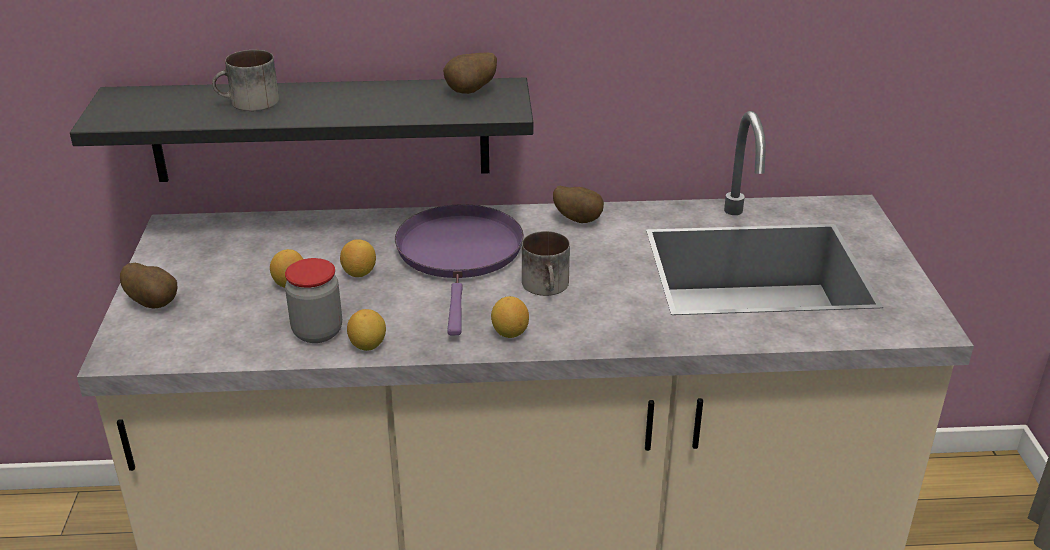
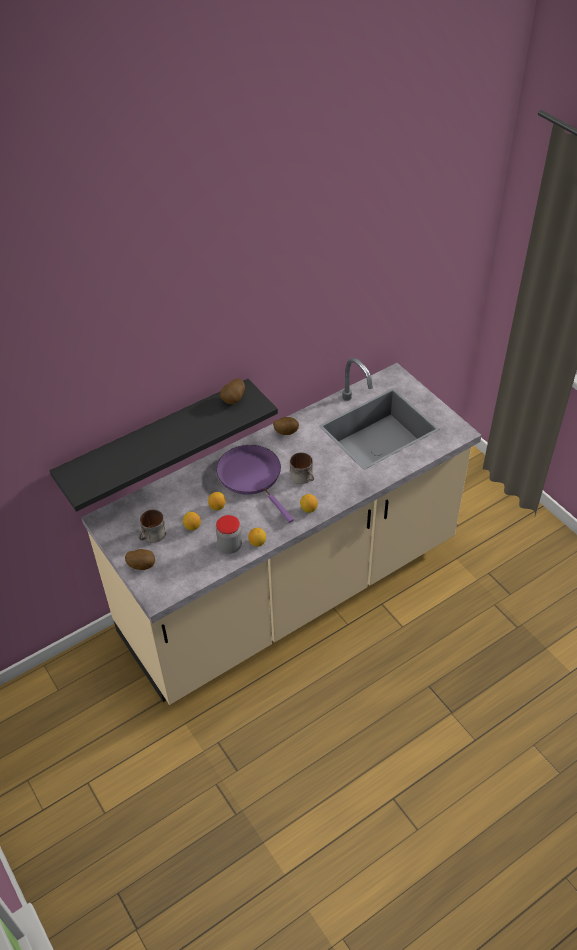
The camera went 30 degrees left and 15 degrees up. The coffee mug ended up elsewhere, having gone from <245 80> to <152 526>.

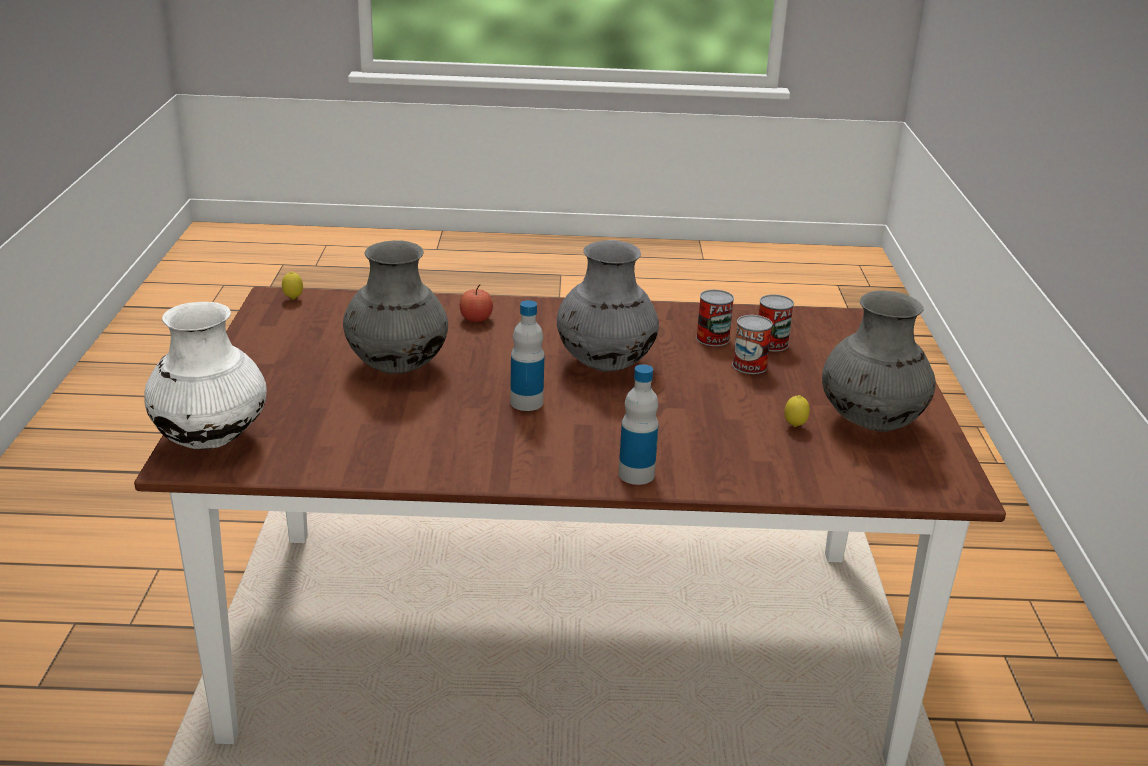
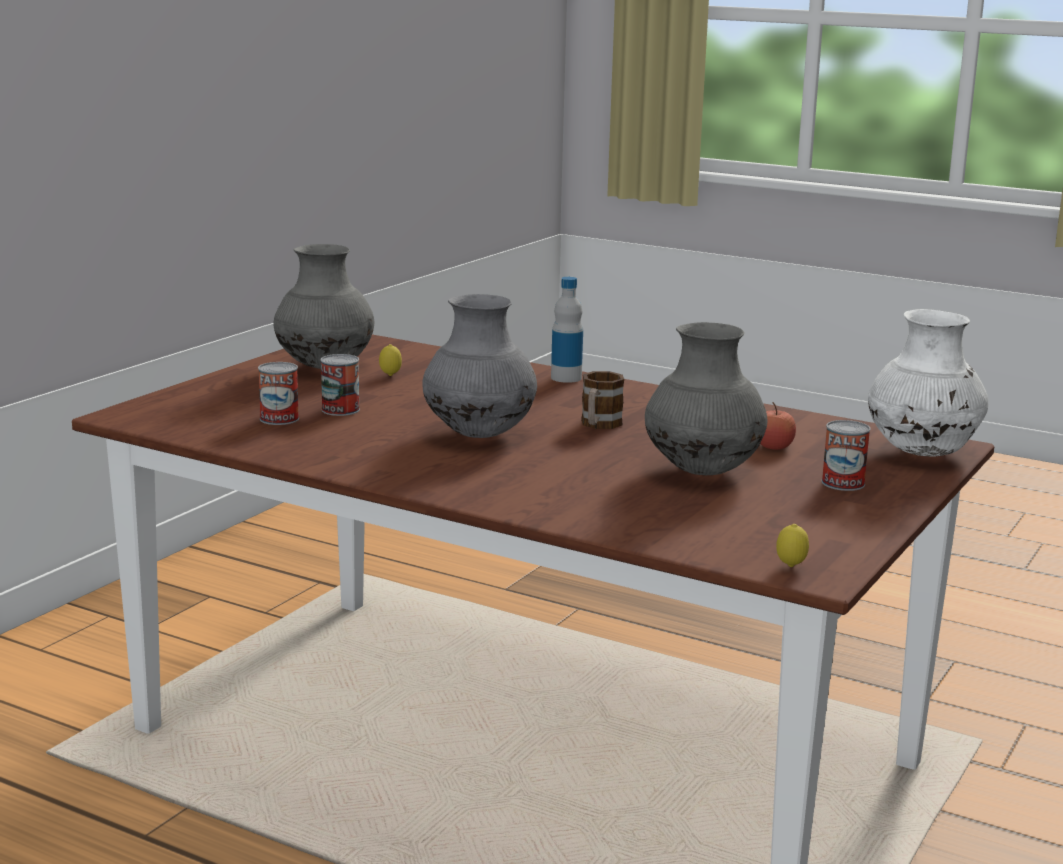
The camera went 150 degrees left and 10 degrees down. Where the bottle stood at <527 355>, the coffee mug came to stand at <602 400>. The apple ended up elsewhere, having gone from <476 303> to <778 426>. The can ended up elsewhere, having gone from <715 318> to <845 455>.

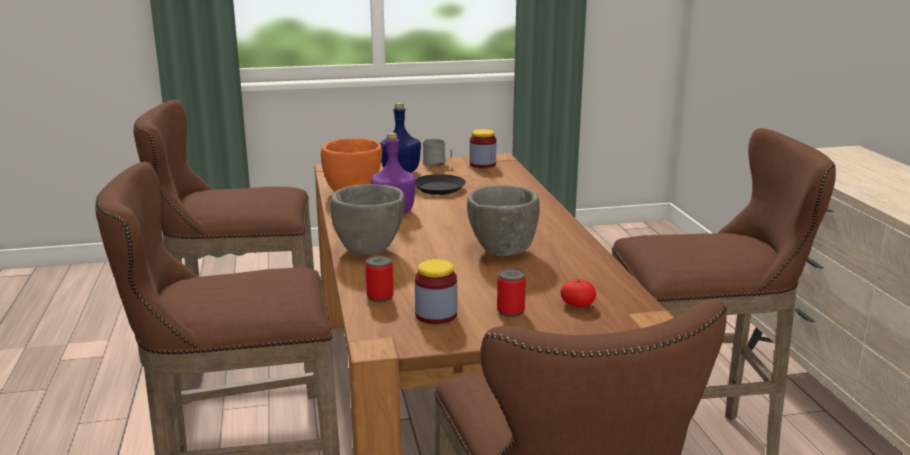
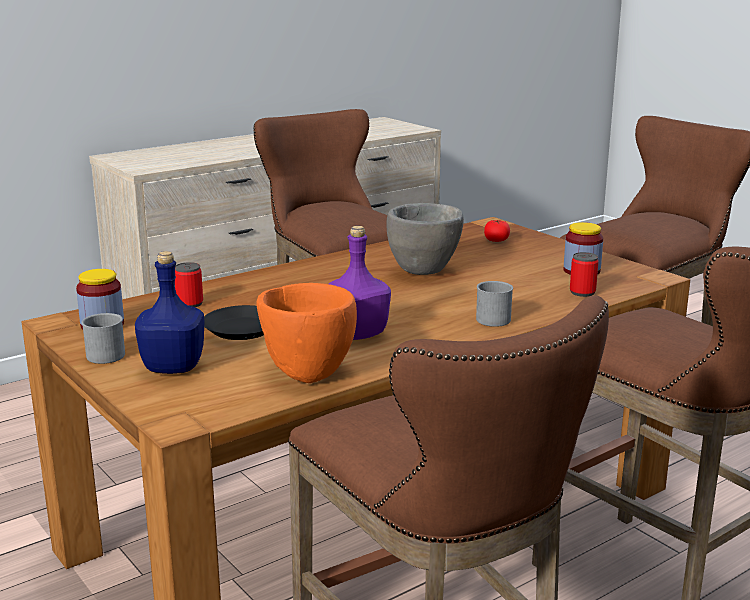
The camera went 115 degrees left and 0 degrees up. The can ended up elsewhere, having gone from <511 292> to <189 284>. Where the greyish serving bowl stood at <367 219>, the greyish coffee mug came to stand at <494 304>.

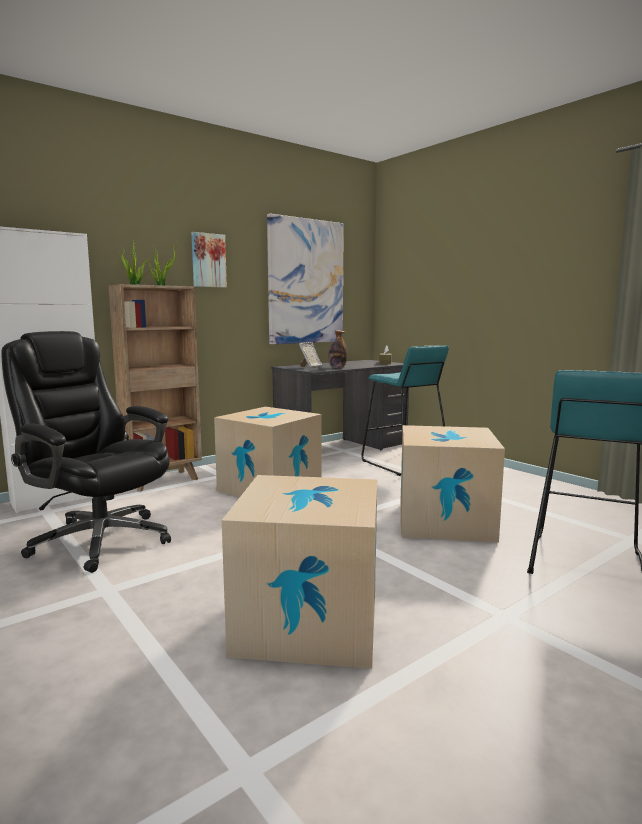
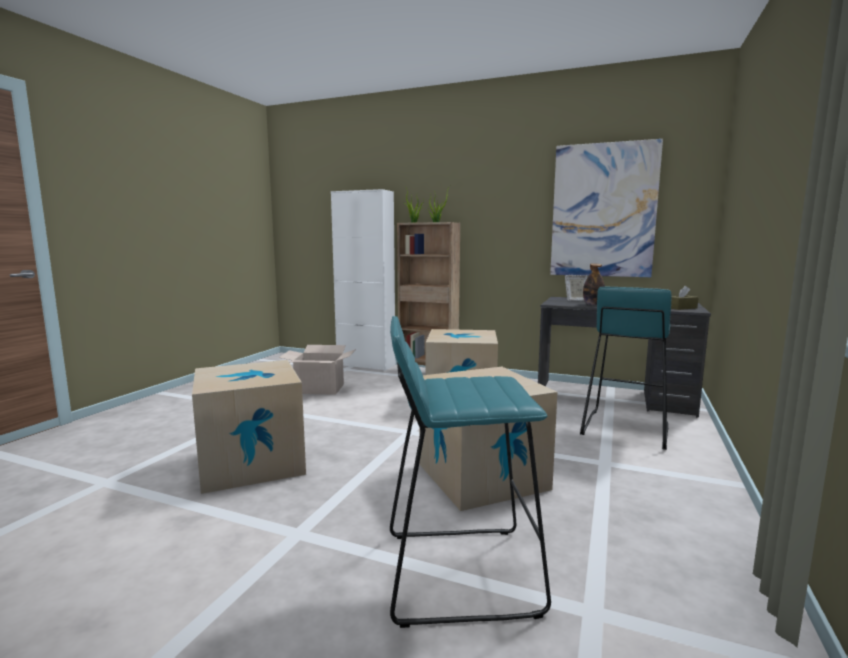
The camera went 60 degrees right and 0 degrees up. Where the black office chair stood at <86 452>, the carton came to stand at <317 370>. The second view lost the wall art at <209 260>.

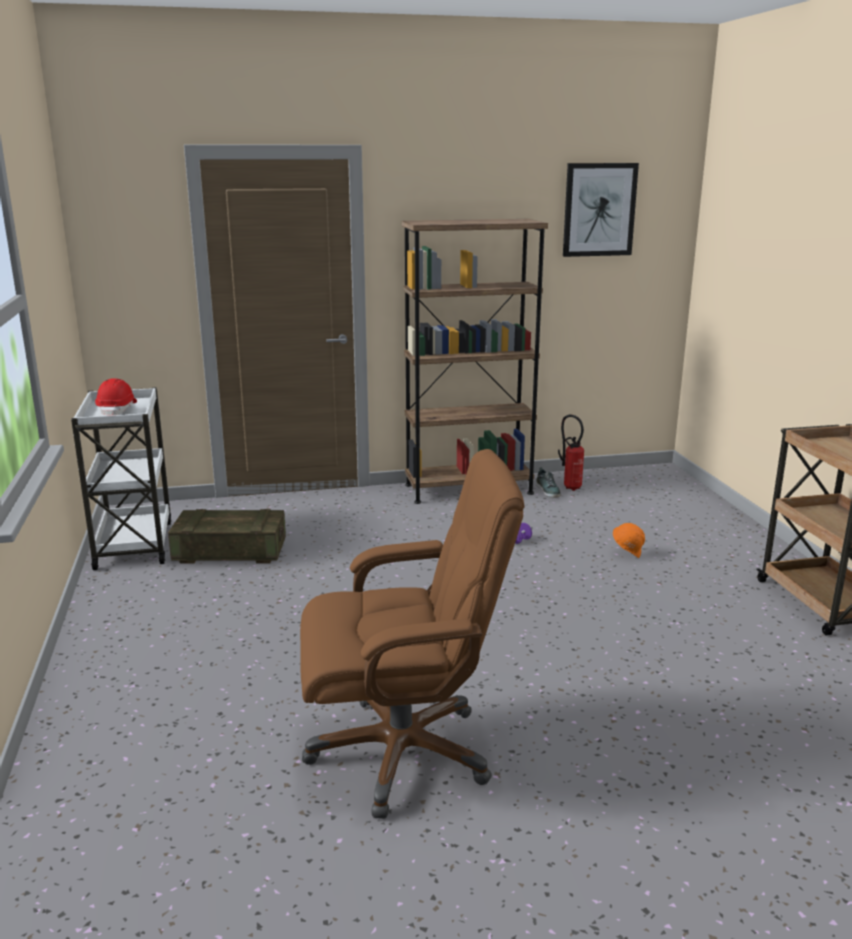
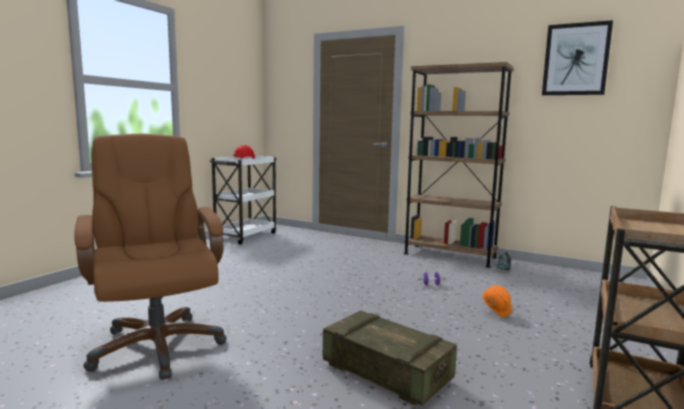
The camera went 40 degrees right and 10 degrees down. The brown-coloured office chair at <412 634> ended up facing another way, 150 degrees counterclockwise from before. The shipping crate ended up elsewhere, having gone from <227 536> to <390 358>. The second view lost the fire-fighting cylinder at <571 453>.

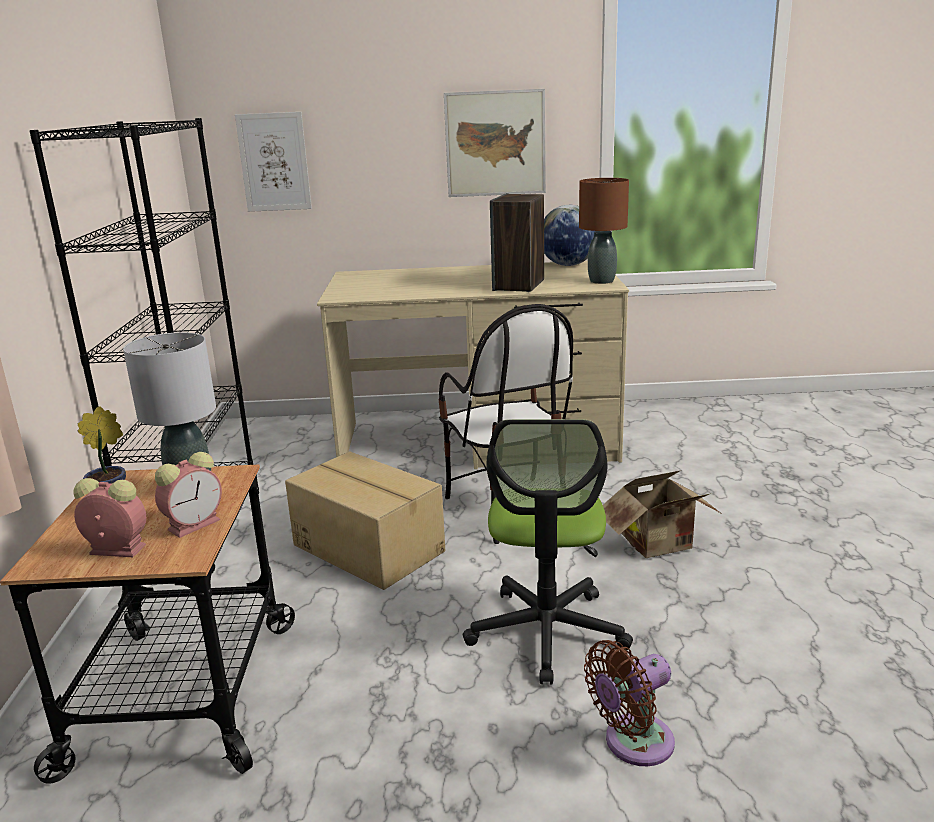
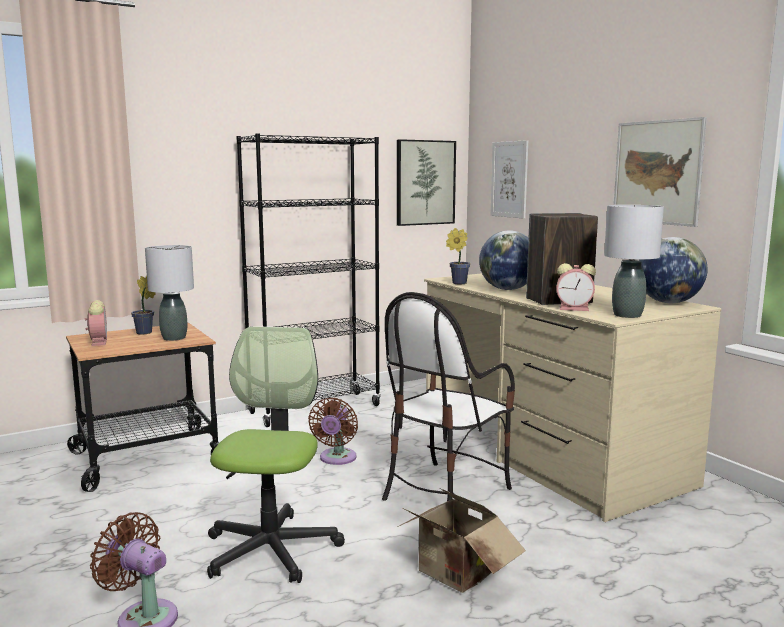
The camera went 60 degrees right and 10 degrees down. The office chair at <548 552> ended up facing another way, 120 degrees clockwise from before. Where the carton stood at <365 521>, the brown-coloured electric fan came to stand at <333 431>. The second view gained the wall art at <426 182>. The second view gained the plant in a pot at <458 256>. The second view gained the world globe at <504 260>. The table clock ended up elsewhere, having gone from <188 495> to <576 287>. What was the brown-coloured lamp for a table at <604 231> turned into the greyish lamp for a table at <634 261>.

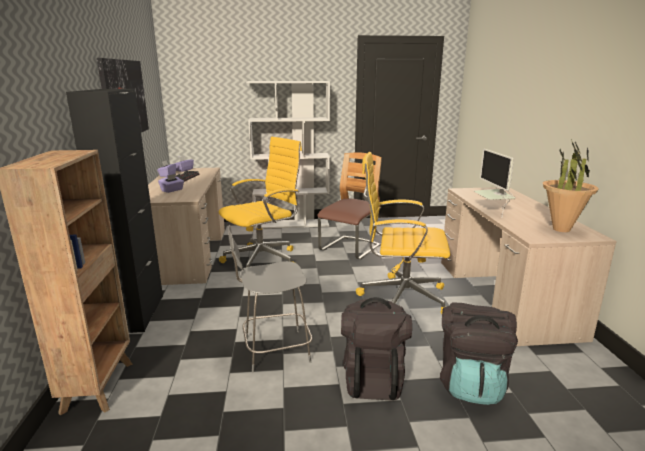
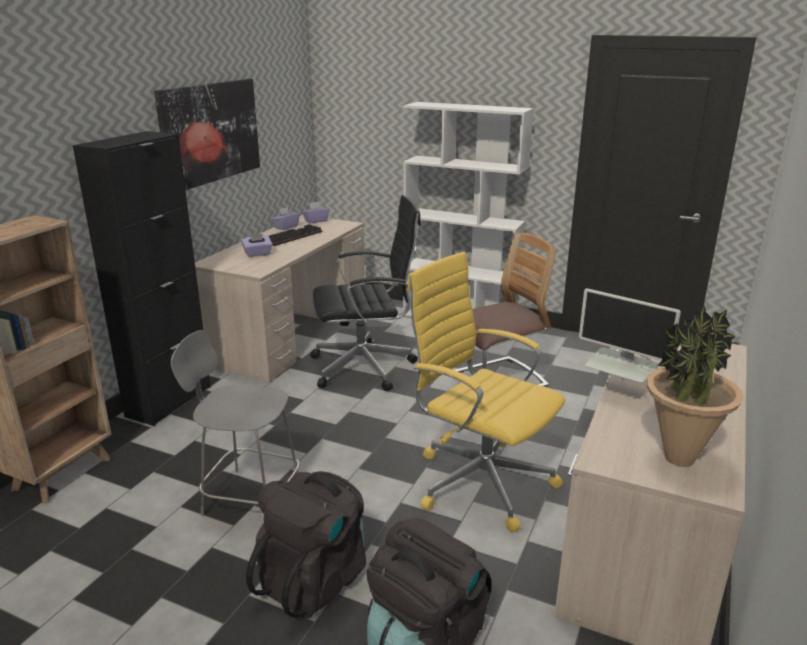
The camera went 30 degrees right and 5 degrees up. What was the yellow-coloured office chair at <260 202> turned into the black office chair at <365 293>. The monitor at <495 182> ended up facing another way, 75 degrees counterclockwise from before.

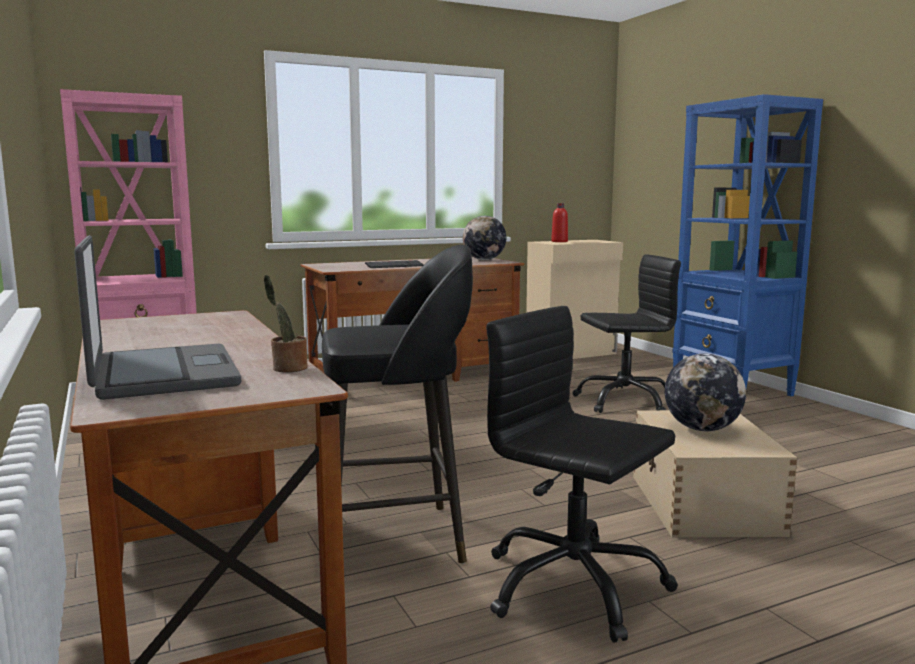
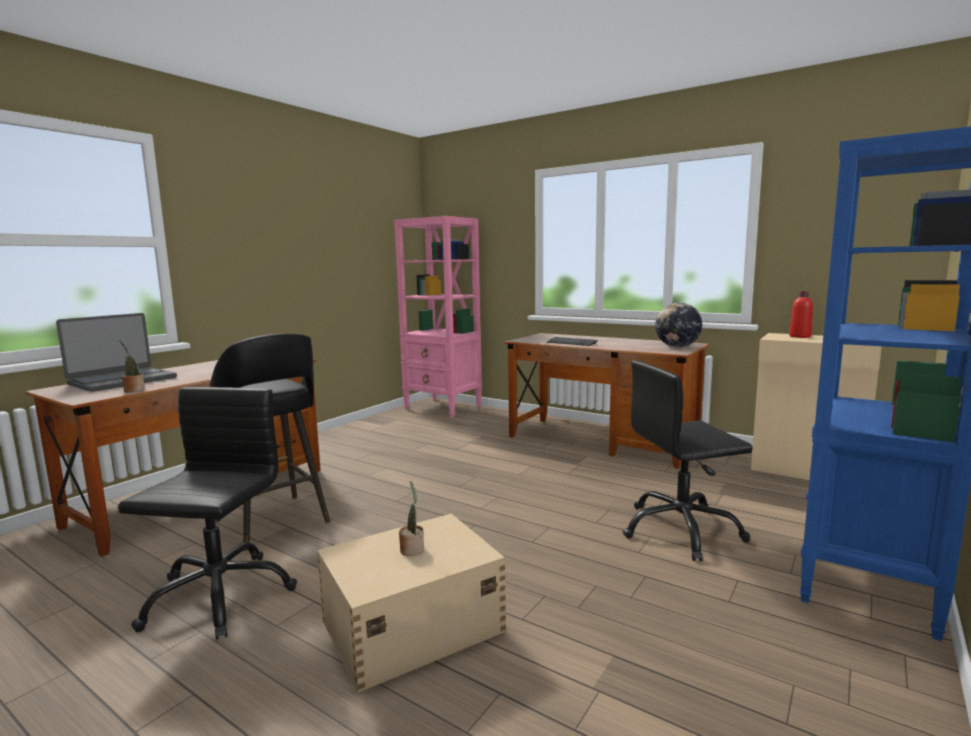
The camera went 60 degrees right and 0 degrees up. Where the world globe stood at <705 392>, the plant in a pot came to stand at <411 518>. The black office chair at <626 334> ended up facing another way, 120 degrees clockwise from before.

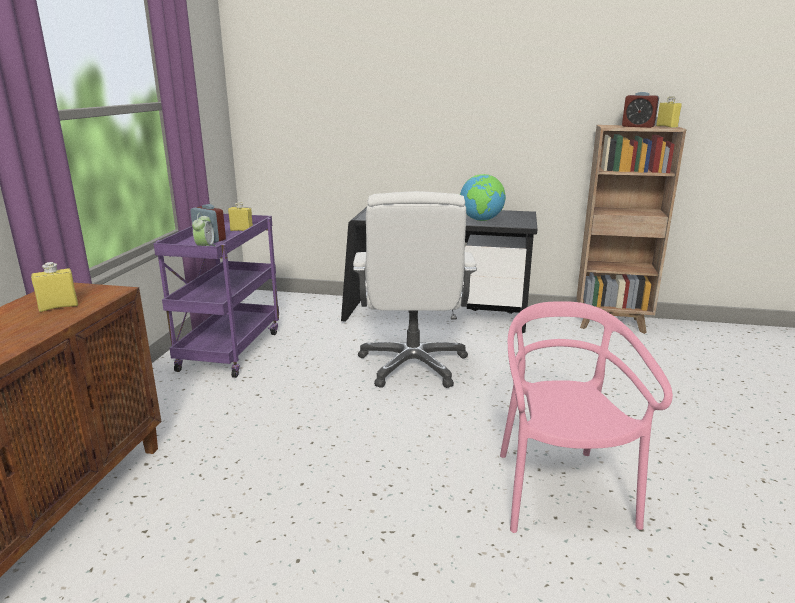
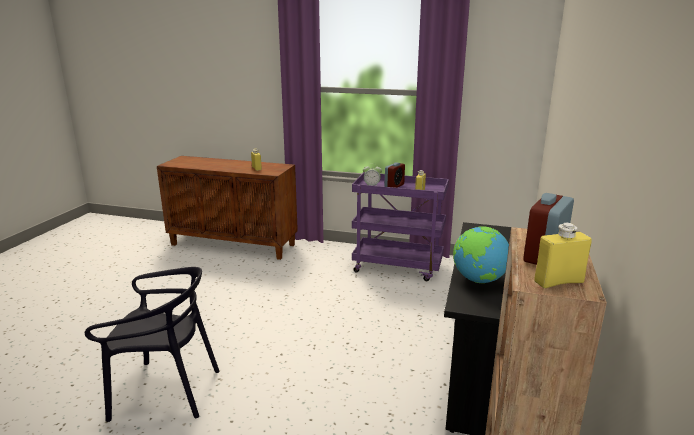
The camera went 95 degrees right and 0 degrees up. What was the pinkish plain chair at <586 417> turned into the black plain chair at <152 344>. The second view lost the whitish office chair at <415 289>.

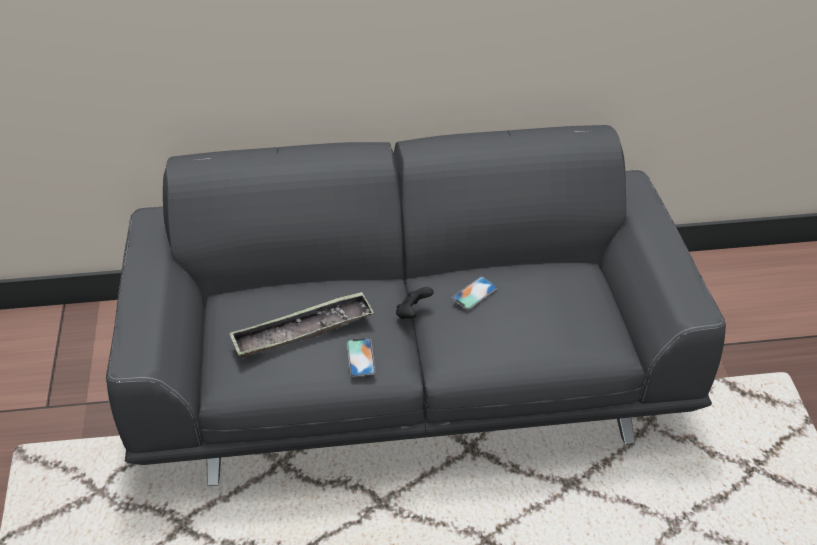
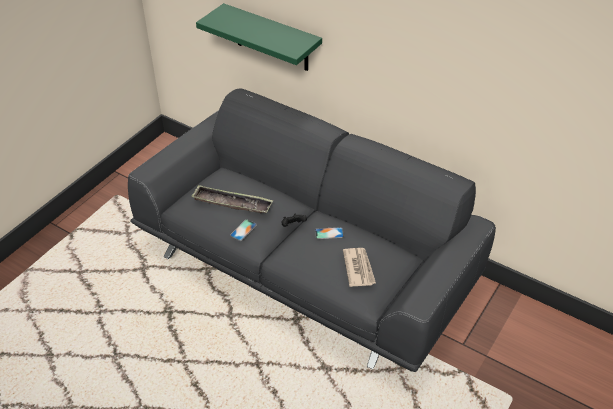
The camera went 40 degrees right and 0 degrees up. The second view gained the green-coloured bracket shelf at <259 37>. The second view gained the printed paper at <359 267>.

